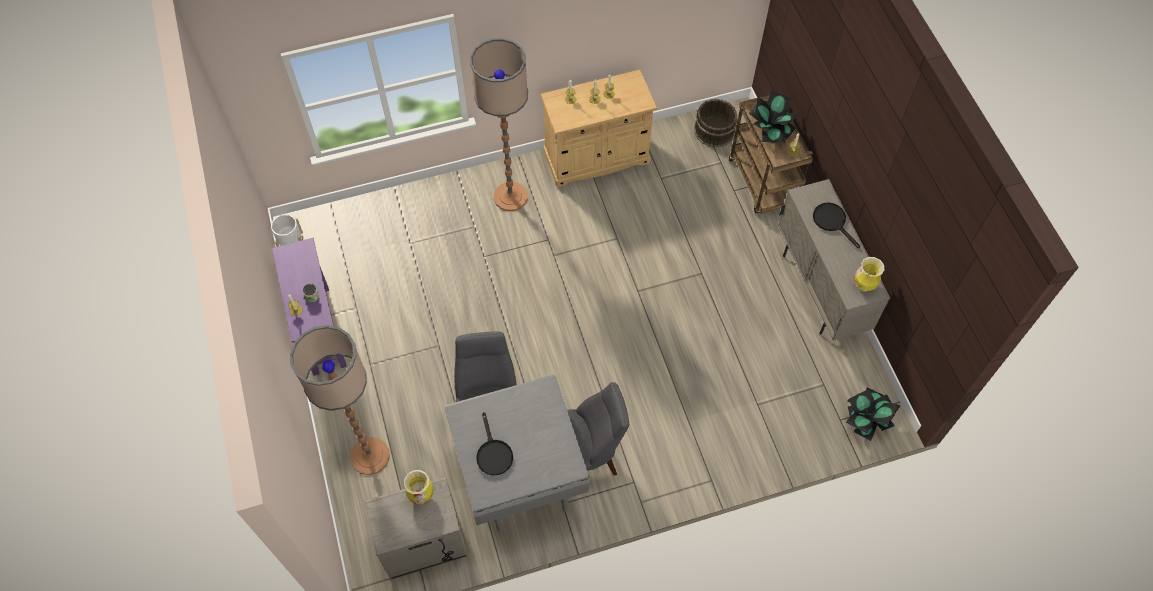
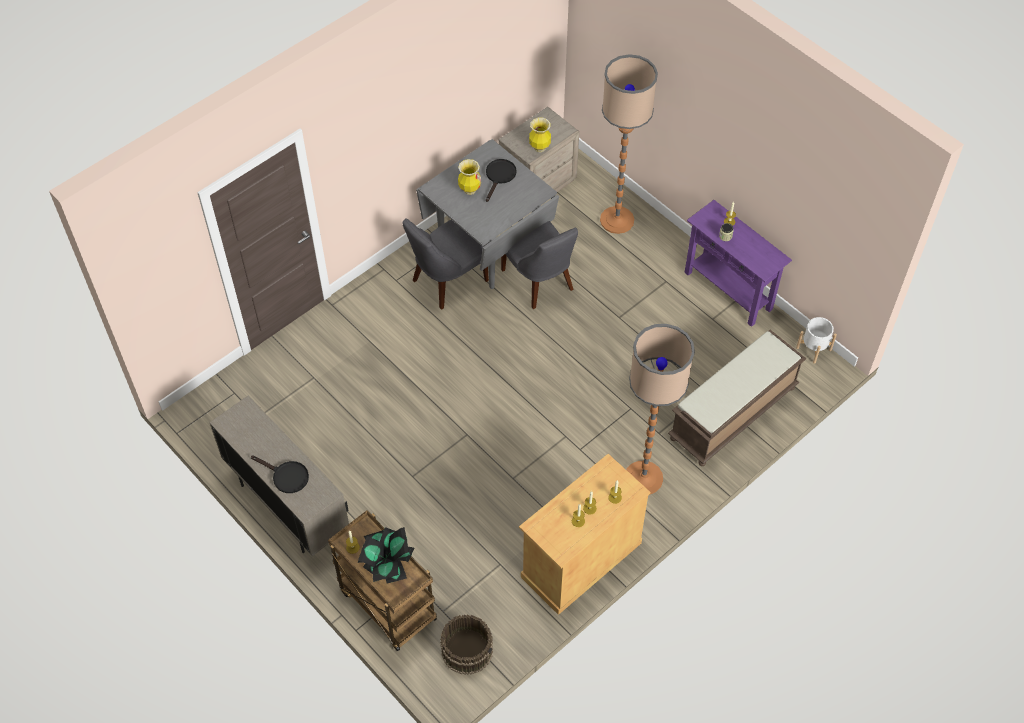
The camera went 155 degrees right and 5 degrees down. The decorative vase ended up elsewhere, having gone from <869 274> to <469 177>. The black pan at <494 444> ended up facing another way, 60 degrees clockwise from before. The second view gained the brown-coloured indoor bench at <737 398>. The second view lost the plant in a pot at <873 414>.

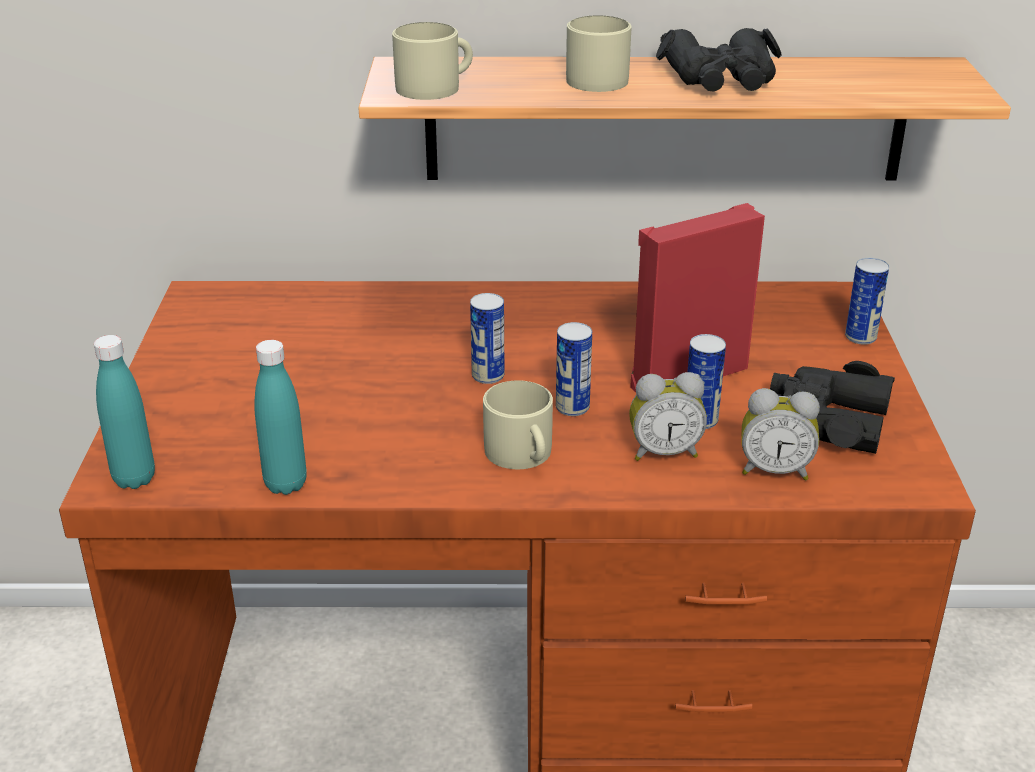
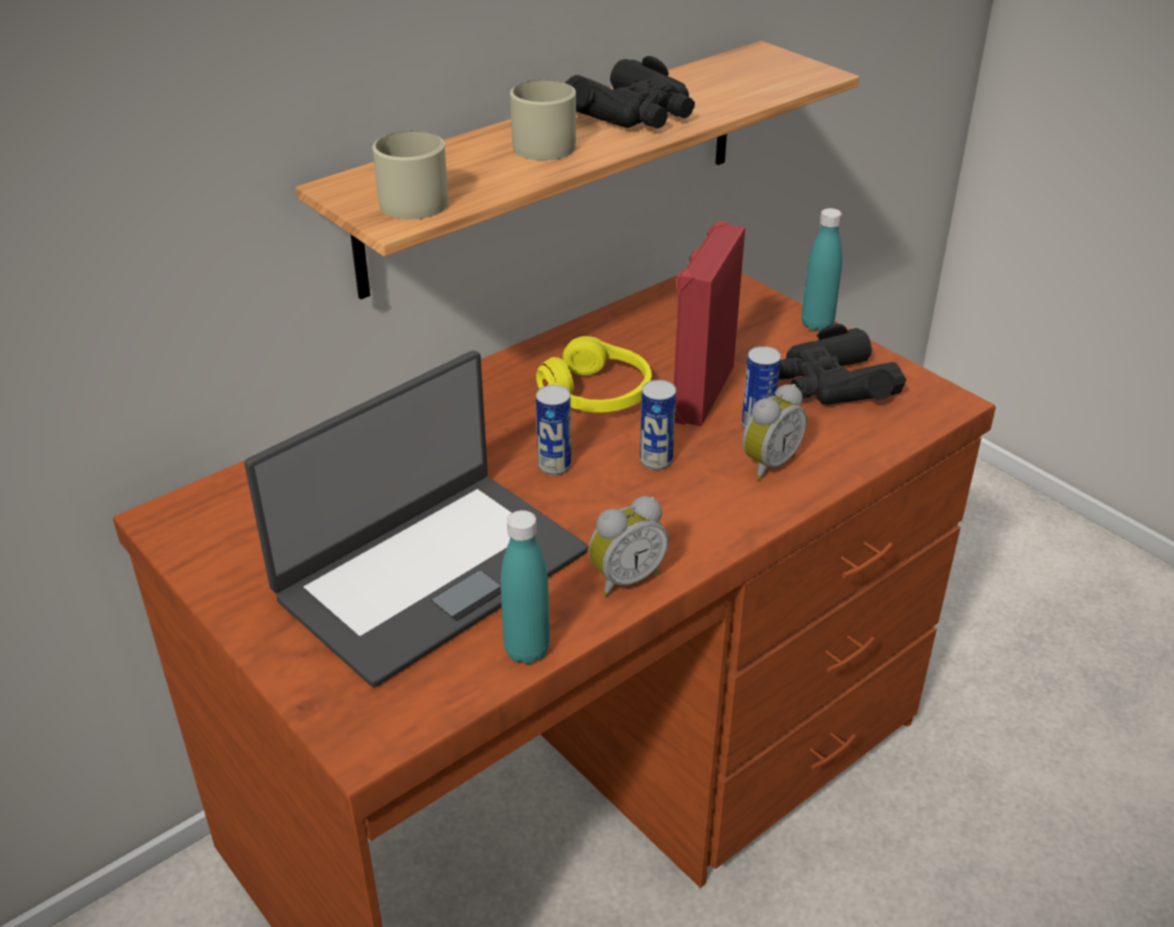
The camera went 40 degrees left and 5 degrees up. The second view gained the laptop at <416 519>. The second view gained the yellow-coloured headphones at <594 374>. The table clock ended up elsewhere, having gone from <780 434> to <629 546>. The turquoise-coloured bottle ended up elsewhere, having gone from <124 412> to <821 270>. The second view lost the beige-coloured coffee mug at <518 424>. The second view lost the can at <867 301>.

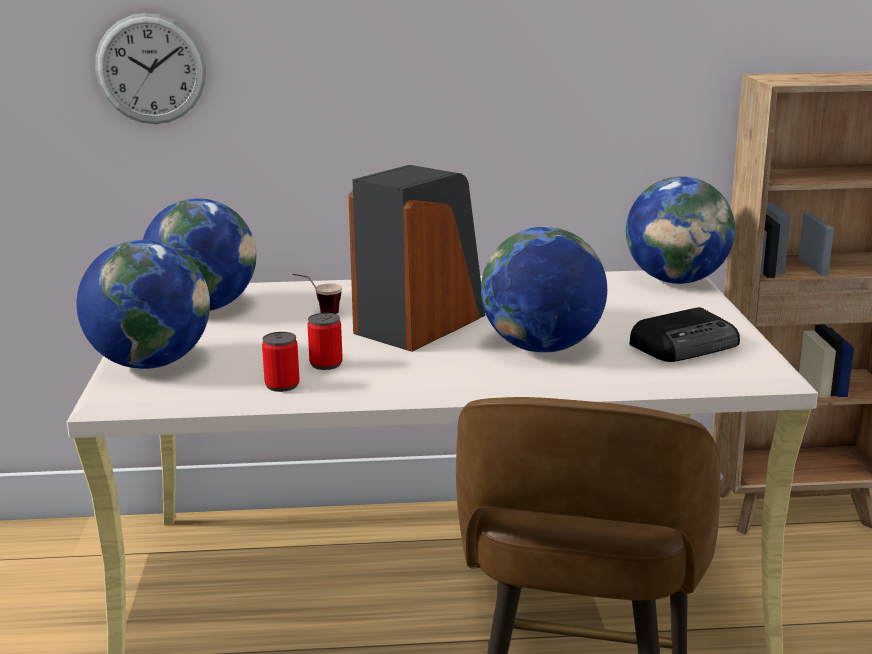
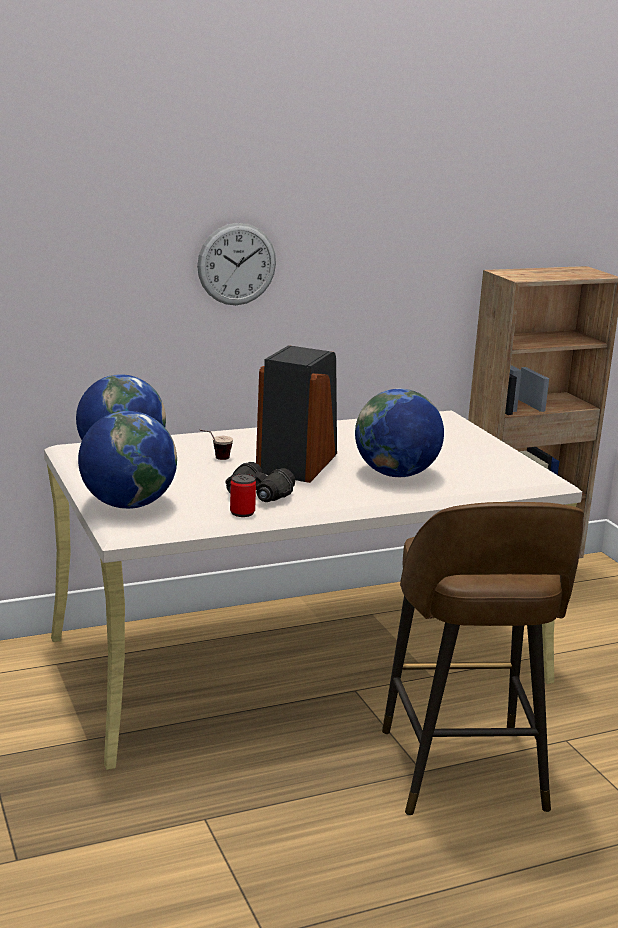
The camera went 20 degrees left and 0 degrees up. The hanging clock ended up elsewhere, having gone from <150 68> to <236 264>. Where the can stood at <325 341>, the black binoculars came to stand at <260 482>. The second view lost the world globe at <680 230>. The second view lost the radio set at <685 334>.

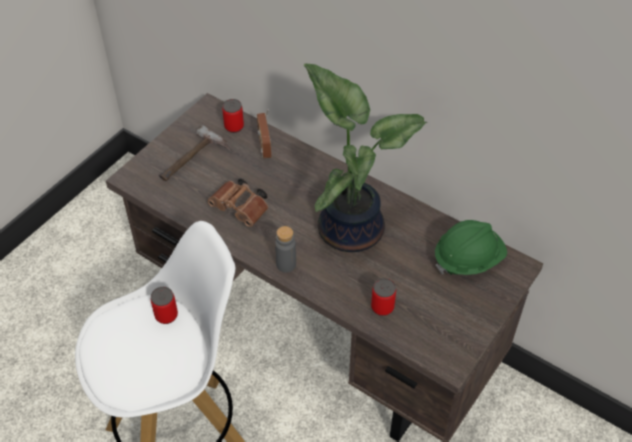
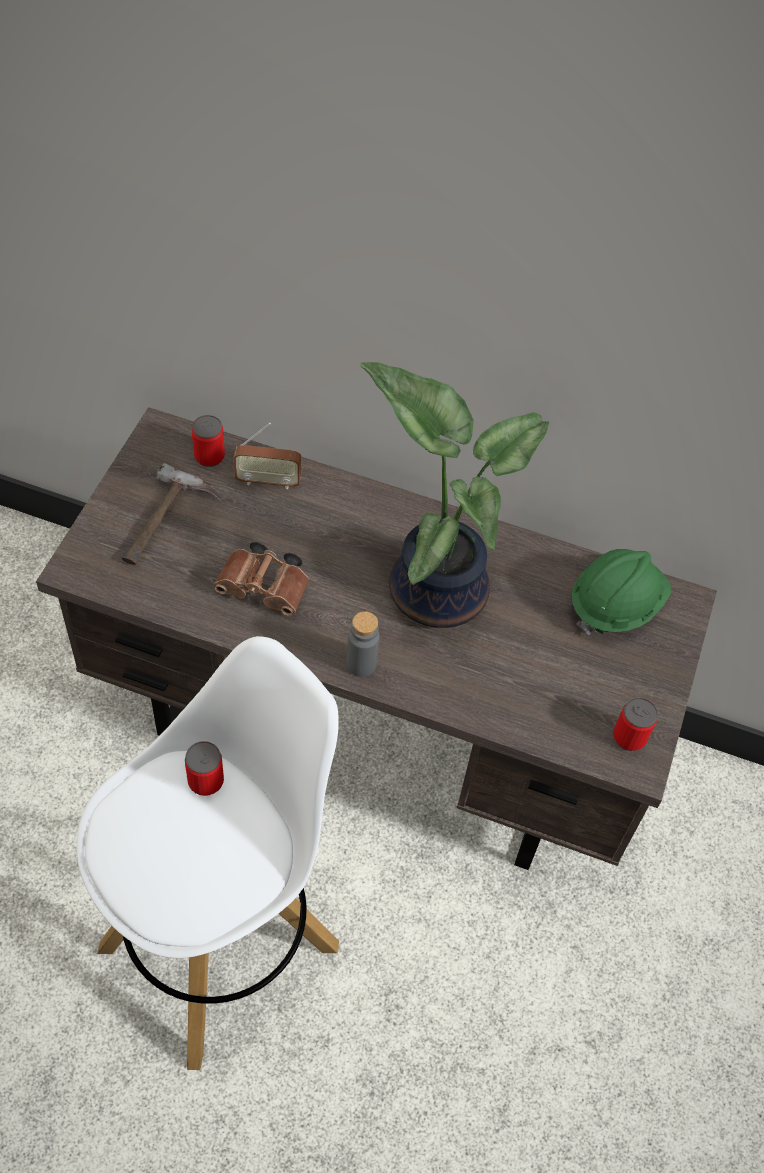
The camera went 20 degrees left and 5 degrees up. The radio set at <264 133> ended up facing another way, 60 degrees counterclockwise from before. The can ended up elsewhere, having gone from <383 297> to <635 724>.

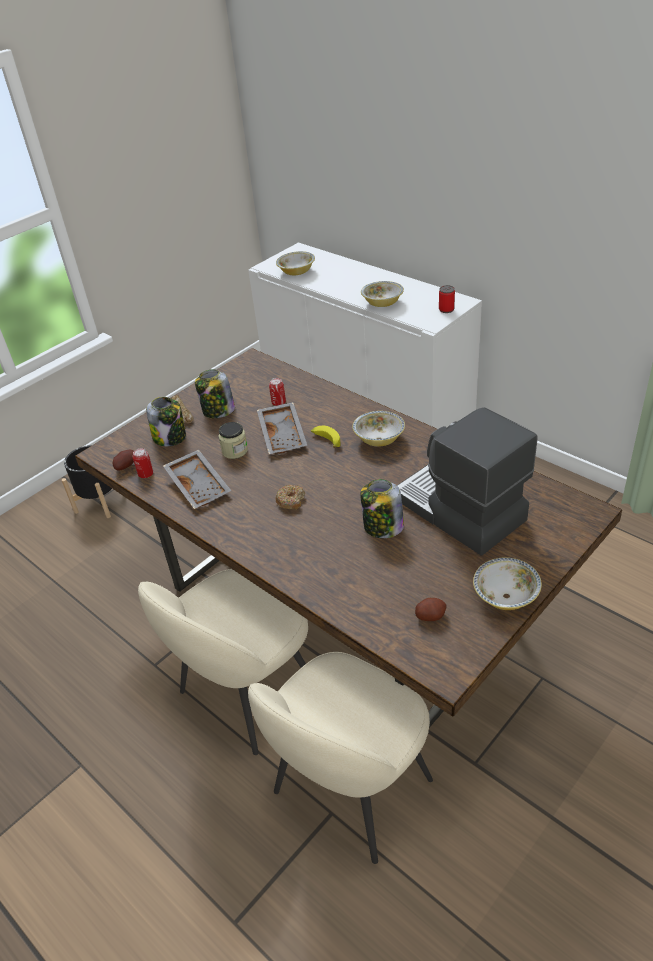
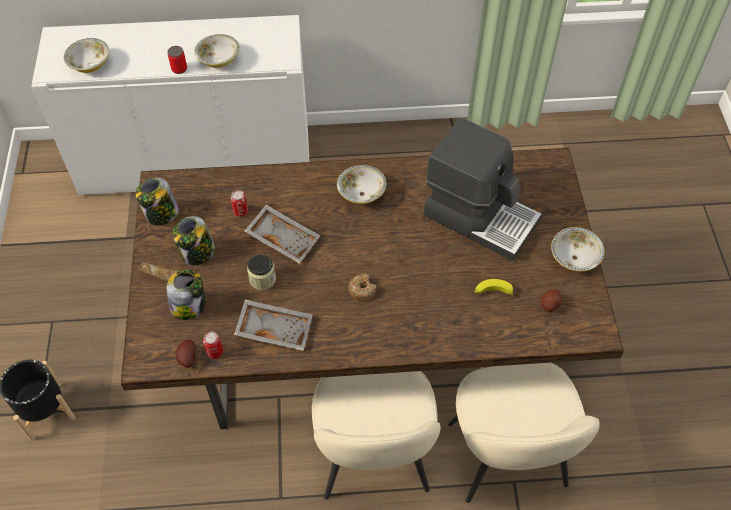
The camera went 50 degrees left and 15 degrees up. The jar ended up elsewhere, having gone from <382 508> to <157 202>. The can ended up elsewhere, having gone from <447 299> to <177 60>. The coffee machine at <467 481> ended up facing another way, 150 degrees counterclockwise from before. The banana fruit ended up elsewhere, having gone from <325 437> to <494 287>.

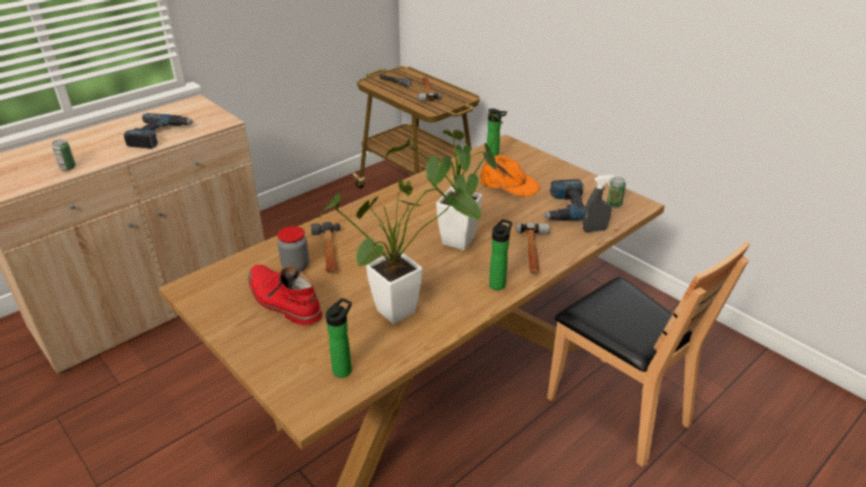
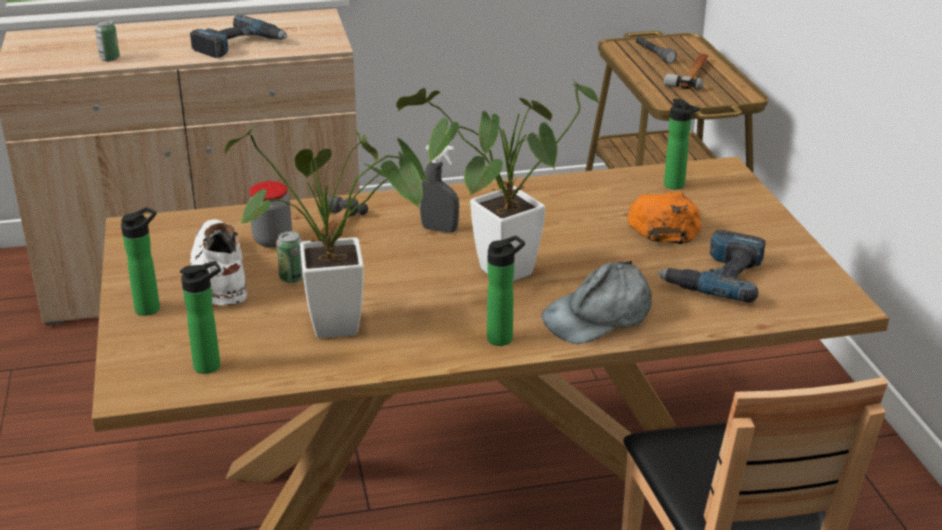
The camera went 30 degrees right and 5 degrees down. The second view gained the bottle at <140 261>. What was the reddish boot at <285 295> turned into the whitish boot at <218 262>. The can ended up elsewhere, having gone from <616 192> to <289 257>. The greyish spray bottle ended up elsewhere, having gone from <598 203> to <439 189>. Where the hand hammer stood at <532 247>, the greyish cap came to stand at <597 302>. The orange-coloured cap at <510 176> ended up facing another way, 150 degrees counterclockwise from before.

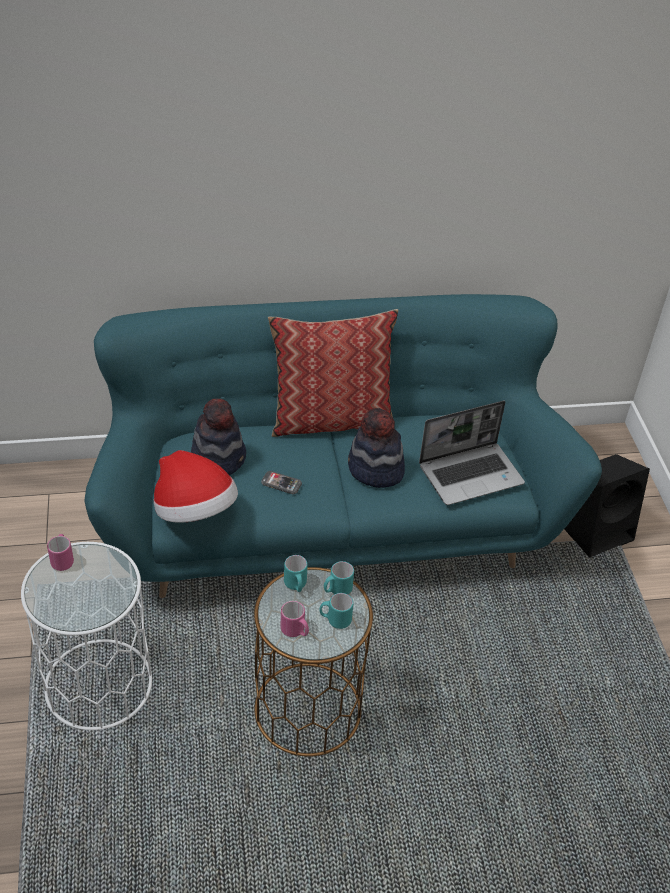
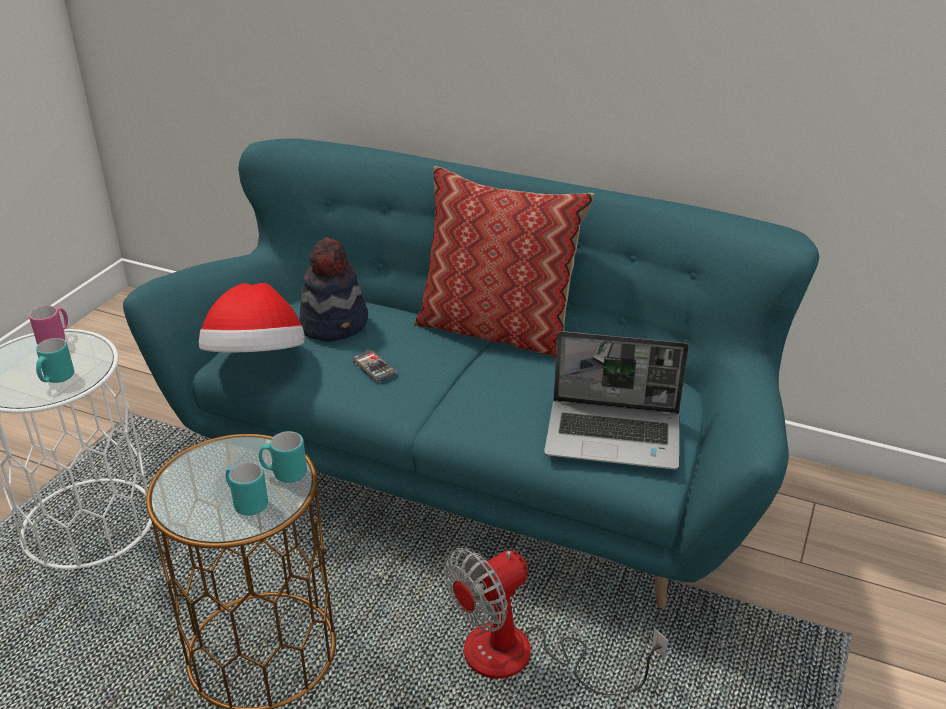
The camera went 35 degrees right and 10 degrees down. The turquoise-coloured coffee mug ended up elsewhere, having gone from <296 573> to <55 360>. The second view gained the electric fan at <556 621>. The second view lost the pinkish coffee mug at <295 619>. The second view lost the wearable hat at <376 448>. The second view lost the black loudspeaker at <607 506>.

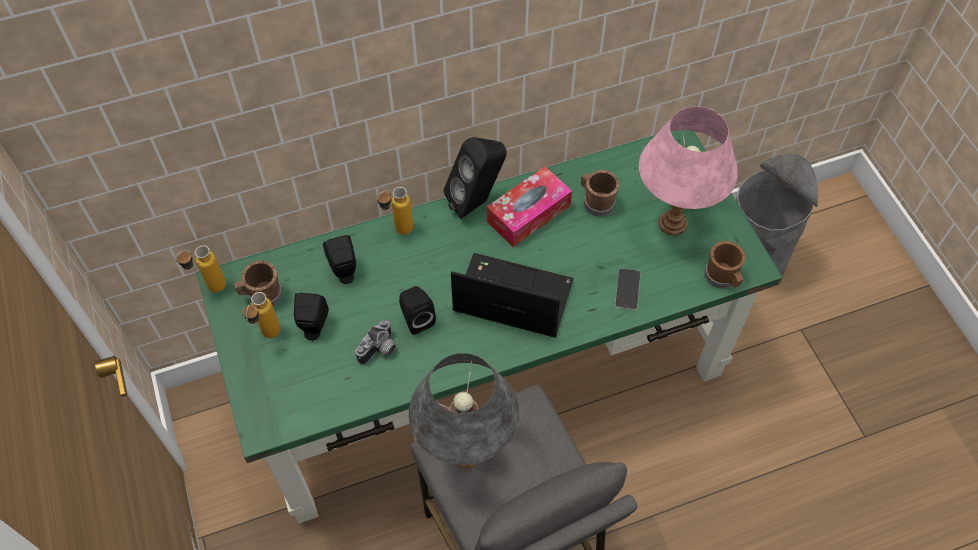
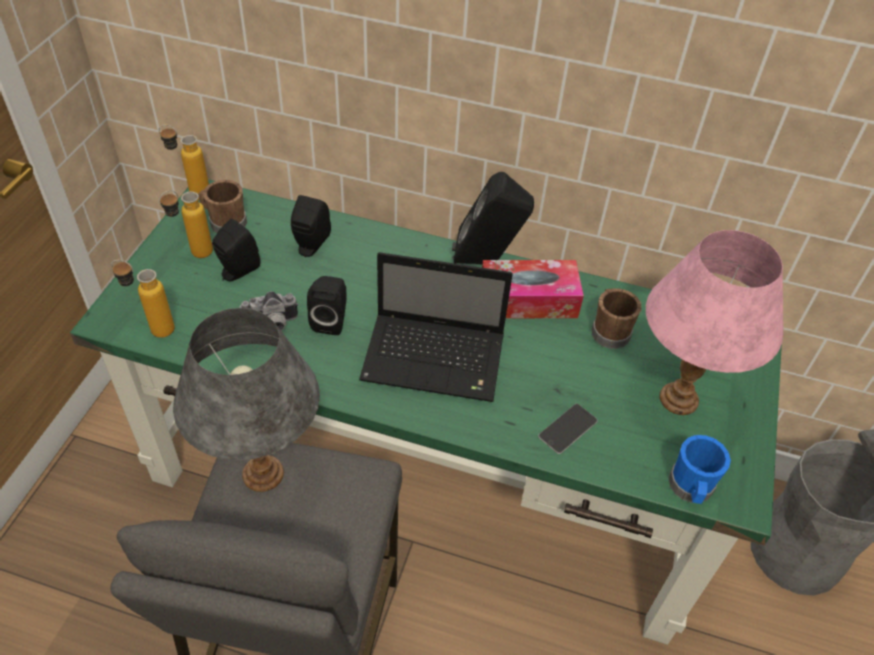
The camera went 35 degrees right and 10 degrees down. The bottle ended up elsewhere, having gone from <394 211> to <143 299>. The laptop at <512 295> ended up facing another way, 135 degrees clockwise from before. What was the brown-coloured coffee mug at <725 265> turned into the bluish coffee mug at <699 469>.

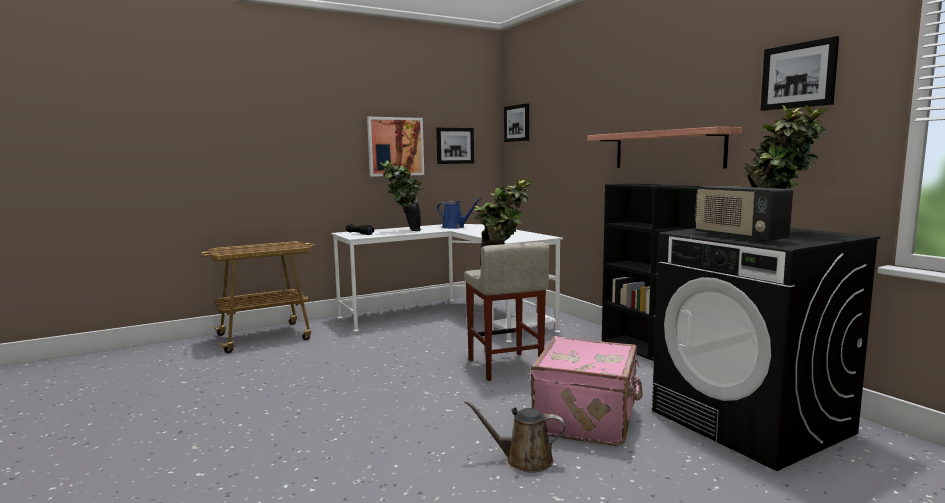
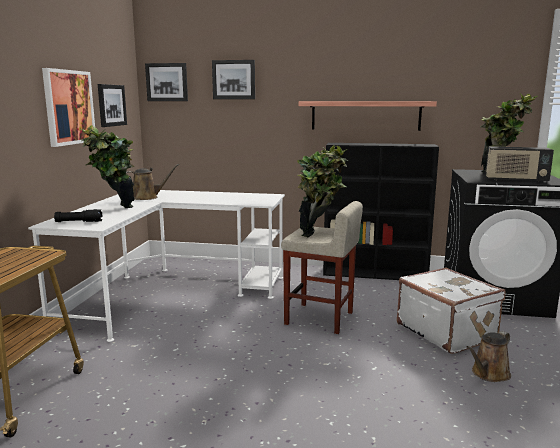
The camera went 50 degrees left and 5 degrees up. What was the bluish watering pot at <459 213> turned into the brown-coloured watering pot at <153 182>. The wall art ended up elsewhere, having gone from <799 73> to <233 79>. What was the pinkish travel case at <587 391> turned into the whitish travel case at <451 310>.

